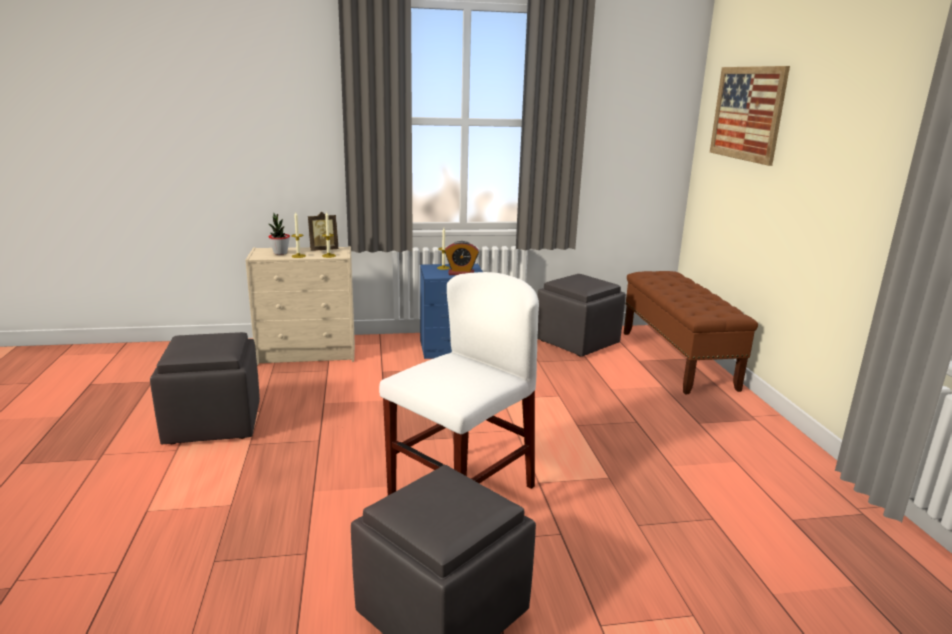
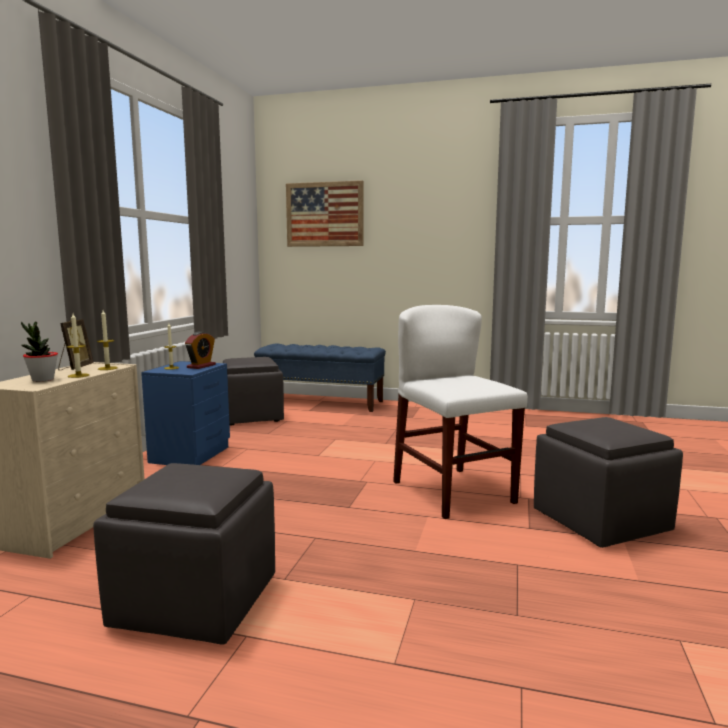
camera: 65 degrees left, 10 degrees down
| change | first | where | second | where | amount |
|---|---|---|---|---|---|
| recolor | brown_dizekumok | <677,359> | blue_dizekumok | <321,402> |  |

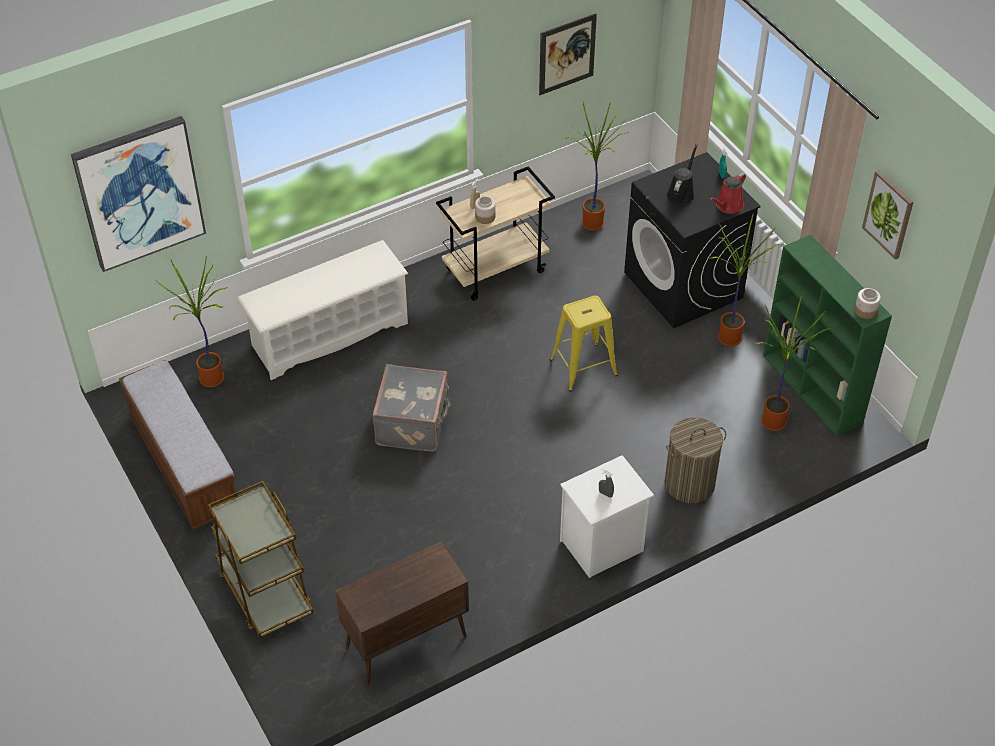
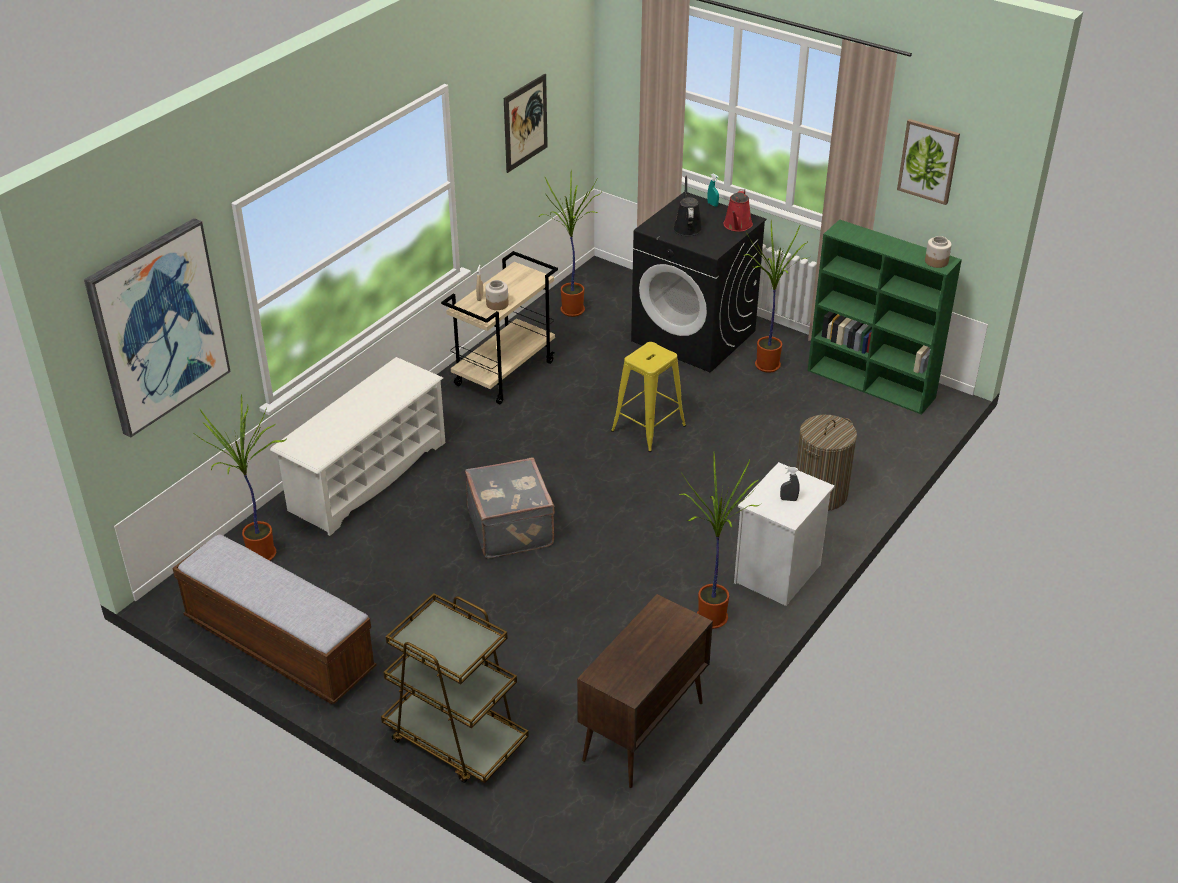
camera: 25 degrees left, 10 degrees down
| change | first | where | second | where | amount |
|---|---|---|---|---|---|
| move | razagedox | <771,422> |  | <709,619> |  |

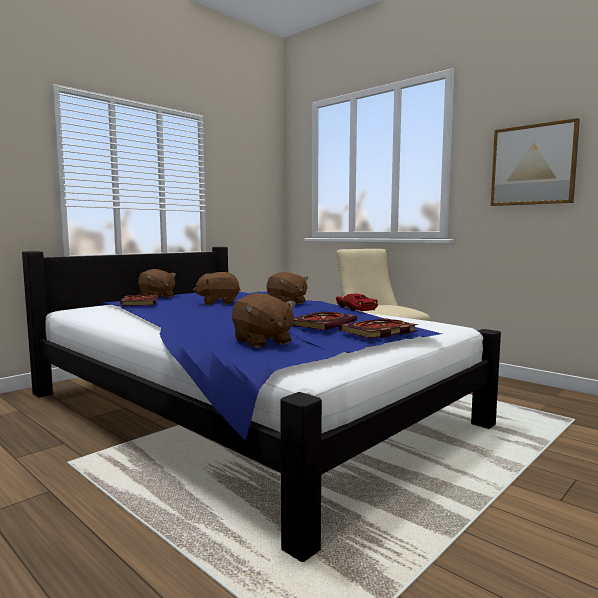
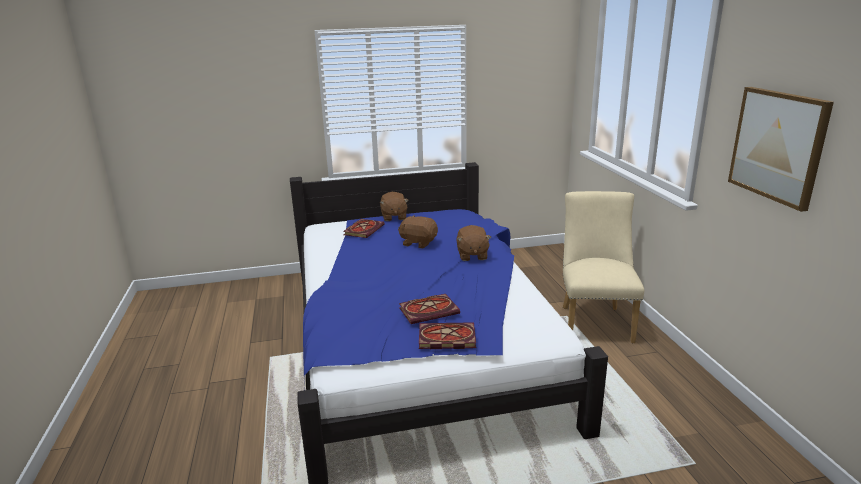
camera: 35 degrees right, 15 degrees up
| change | first | where | second | where | amount |
|---|---|---|---|---|---|
| delete | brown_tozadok | <262,342> |  |  |  |
| delete | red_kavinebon | <355,308> |  |  |  |

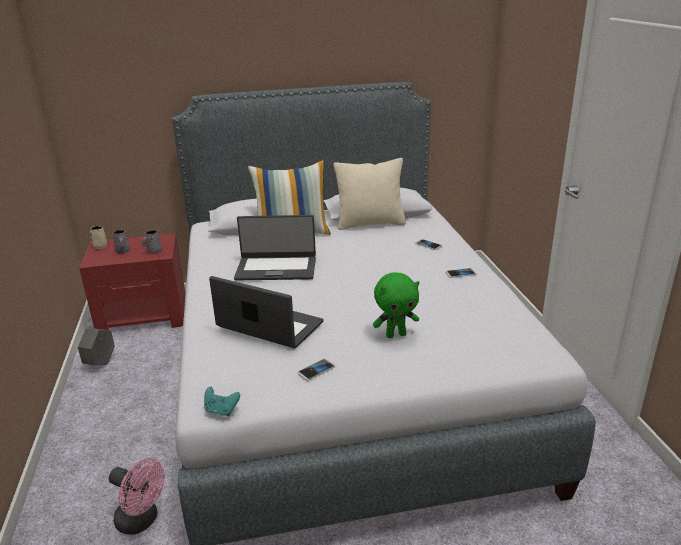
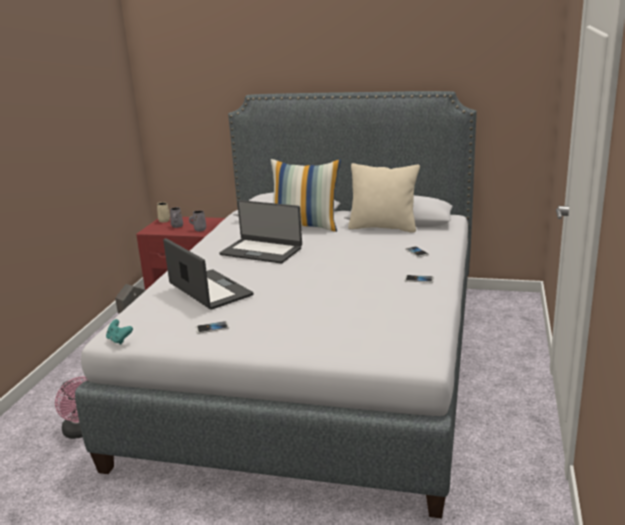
camera: 25 degrees right, 5 degrees down
| change | first | where | second | where | amount |
|---|---|---|---|---|---|
| delete | green_tozadok | <396,334> |  |  |  |

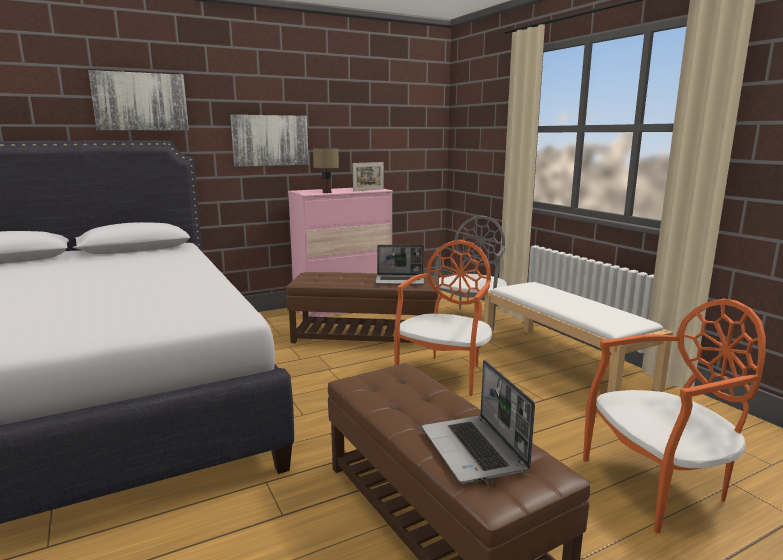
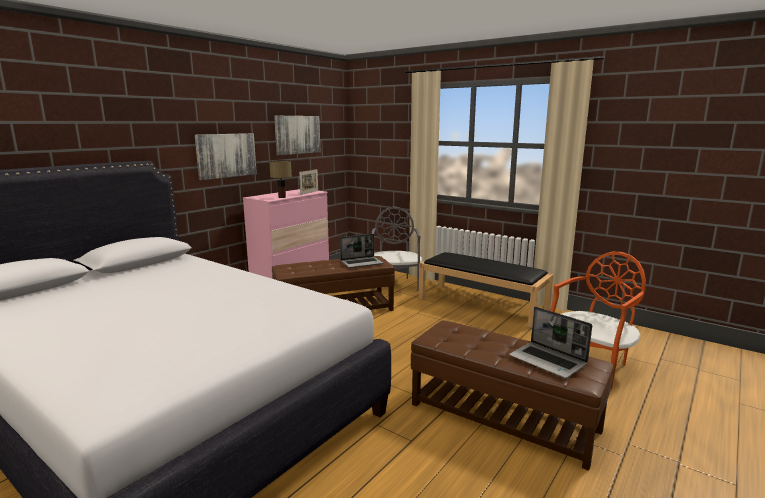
camera: 25 degrees left, 0 degrees up
| change | first | where | second | where | amount |
|---|---|---|---|---|---|
| move | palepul | <140,102> |  | <297,134> |  |
| delete | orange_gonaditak | <445,373> |  |  |  |
| recolor | white_dizekumok | <565,362> | black_dizekumok | <482,305> |  |

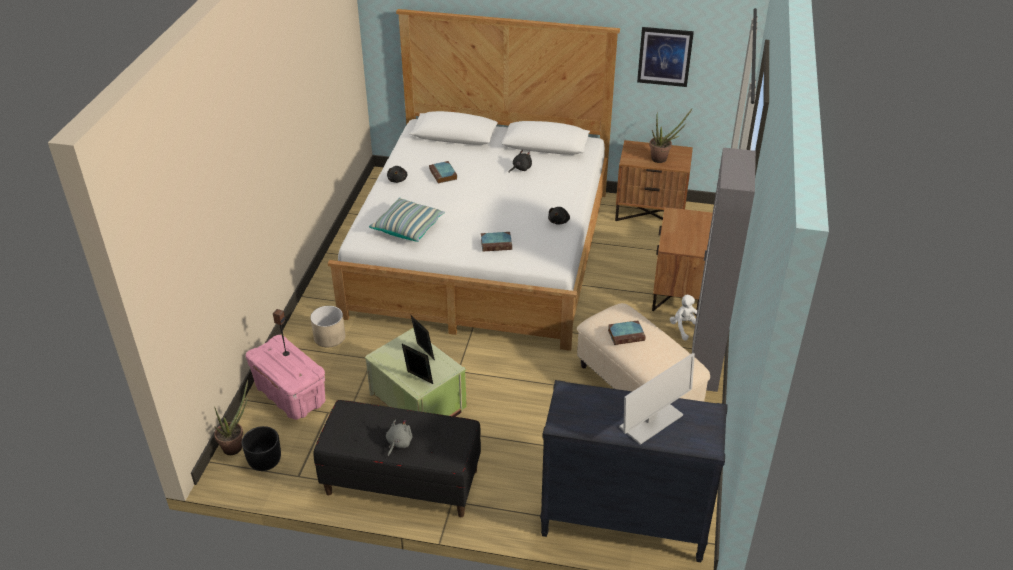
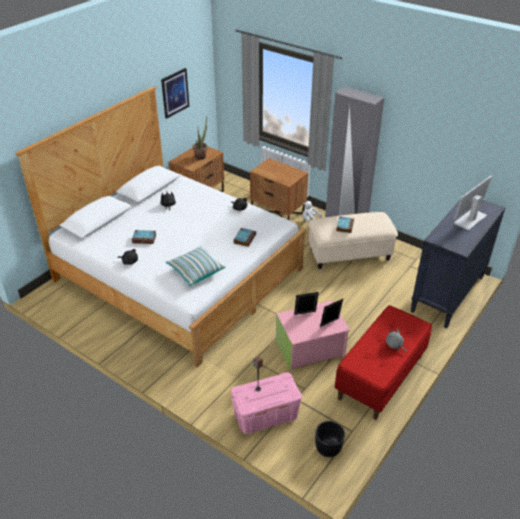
camera: 65 degrees left, 0 degrees up
| change | first | where | second | where | amount |
|---|---|---|---|---|---|
| delete | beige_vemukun | <329,336> |  |  |  |
| recolor | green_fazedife | <417,402> | pink_fazedife | <310,349> |  |
| rotate | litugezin | <651,422> |  | <470,219> | 120 degrees counterclockwise |
| delete | razagedox | <236,445> |  |  |  |
| recolor | black_dizekumok | <401,482> | red_dizekumok | <380,377> |  |

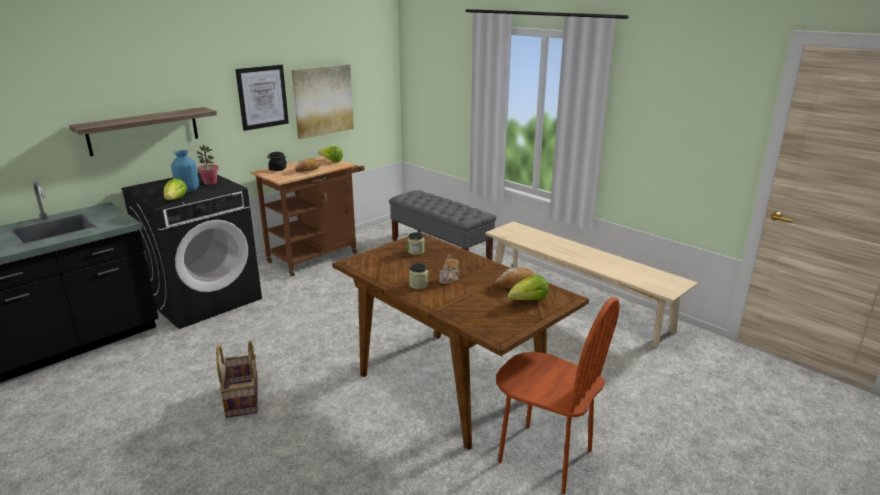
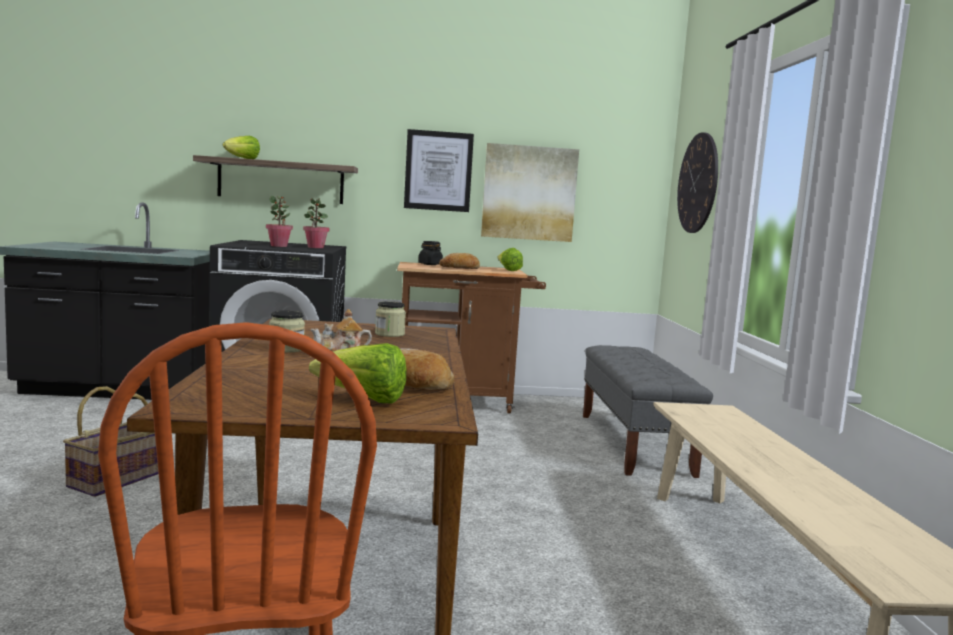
camera: 40 degrees right, 15 degrees down
| change | first | where | second | where | amount |
|---|---|---|---|---|---|
| replace | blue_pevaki | <188,190> | razagedox | <279,246> |  |
| move | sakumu | <175,200> |  | <242,158> |  |
| insert |  |  | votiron | <698,183> |  |

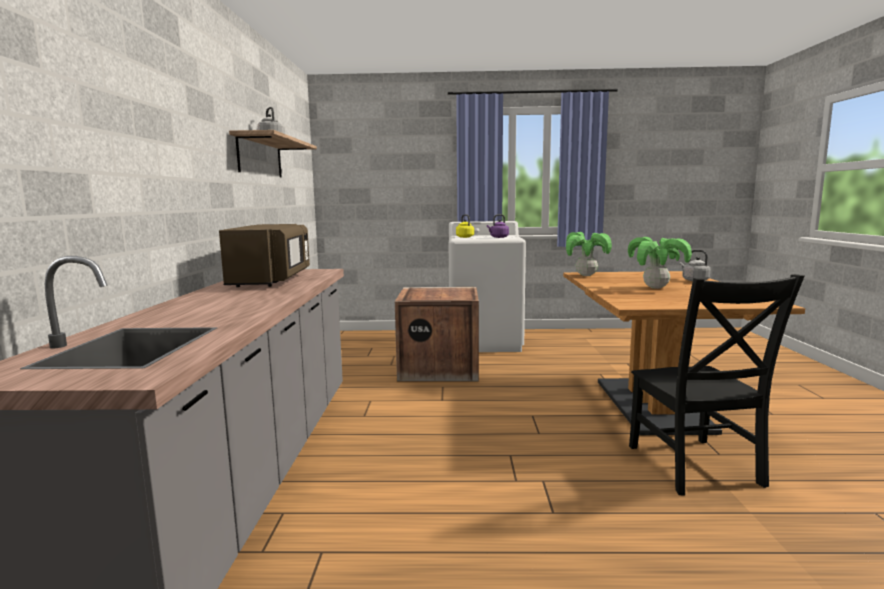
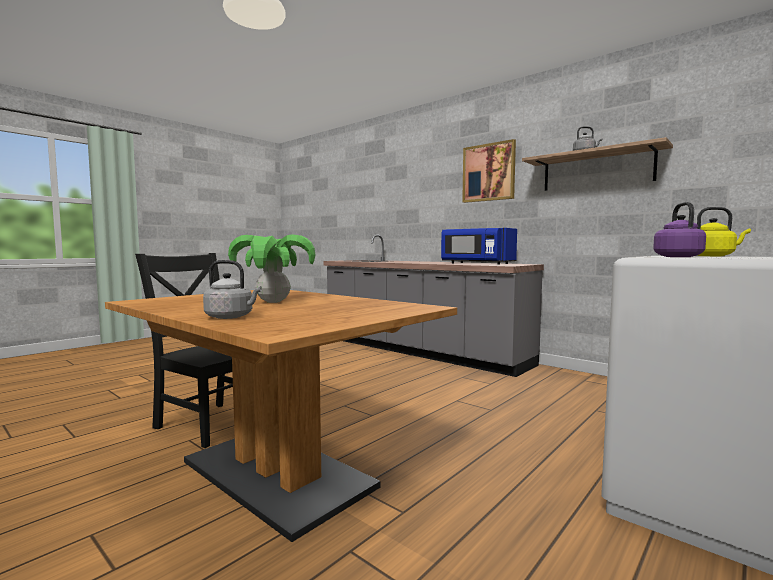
camera: 130 degrees right, 5 degrees down
| change | first | where | second | where | amount |
|---|---|---|---|---|---|
| recolor | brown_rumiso | <271,280> | blue_rumiso | <476,263> |  |
| delete | razagedox | <586,275> |  |  |  |
| delete | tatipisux | <440,368> |  |  |  |
| insert |  |  | palepul | <488,172> |  |

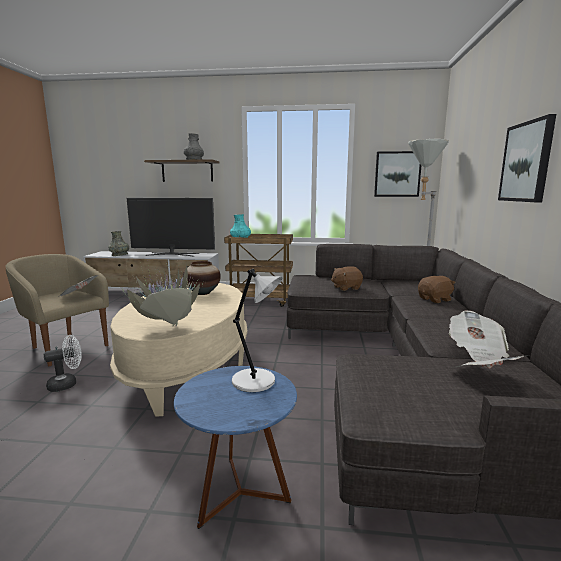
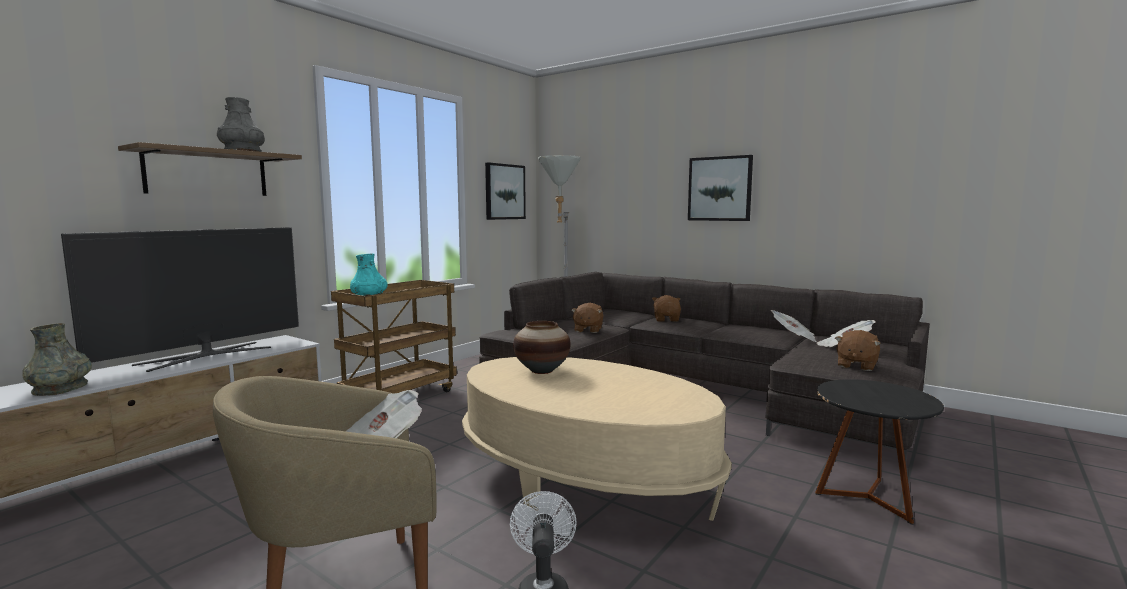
camera: 60 degrees left, 5 degrees down
| change | first | where | second | where | amount |
|---|---|---|---|---|---|
| delete | razagedox | <168,329> |  |  |  |
| delete | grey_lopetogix | <256,381> |  |  |  |
| recolor | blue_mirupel | <239,494> | black_mirupel | <868,499> |  |
| insert |  |  | brown_tozadok | <856,365> |  |

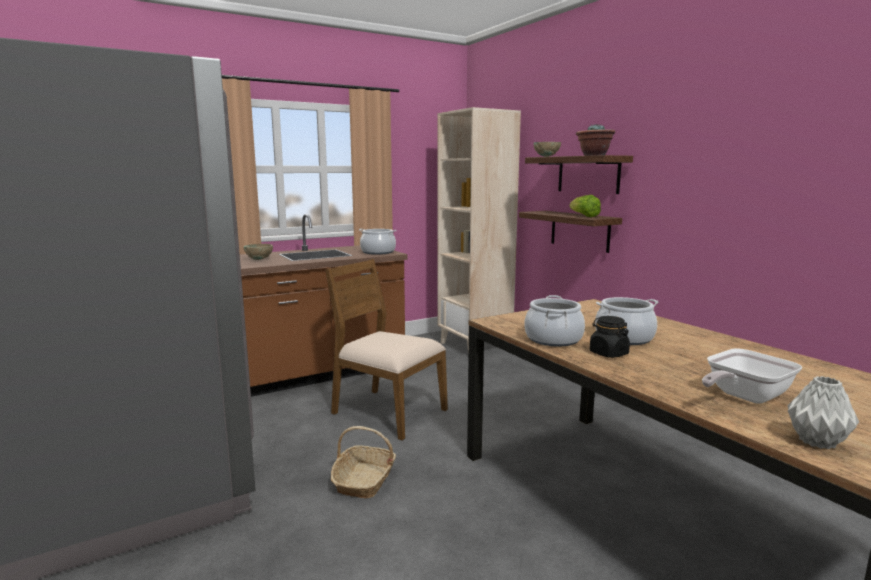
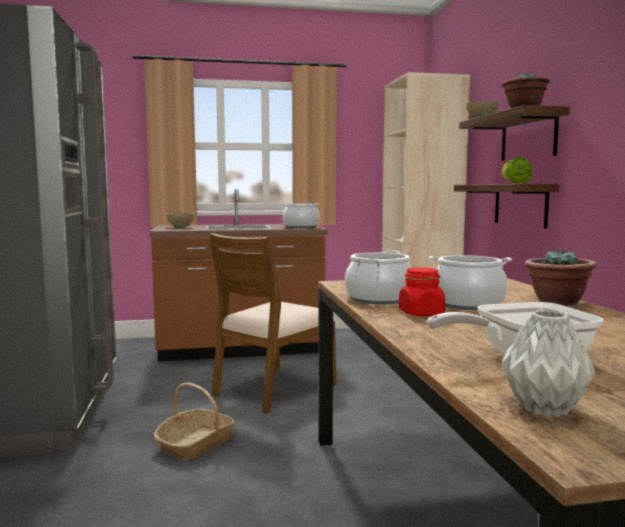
camera: 20 degrees right, 5 degrees down
| change | first | where | second | where | amount |
|---|---|---|---|---|---|
| rotate | brown_gonaditak | <387,412> |  | <273,389> | 105 degrees counterclockwise |
| recolor | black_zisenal | <608,353> | red_zisenal | <420,313> |  |
| insert |  |  | razagedox | <557,302> |  |

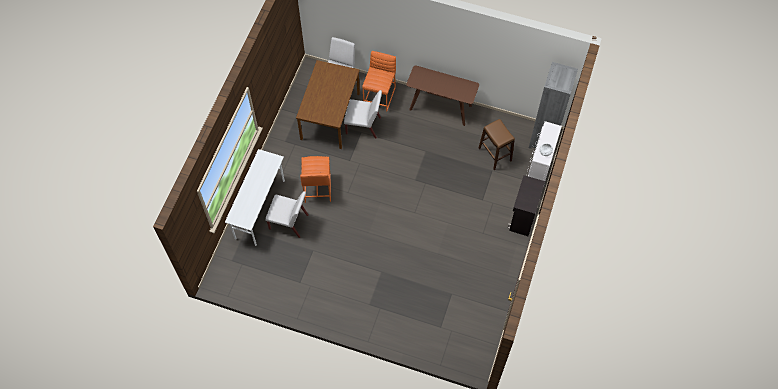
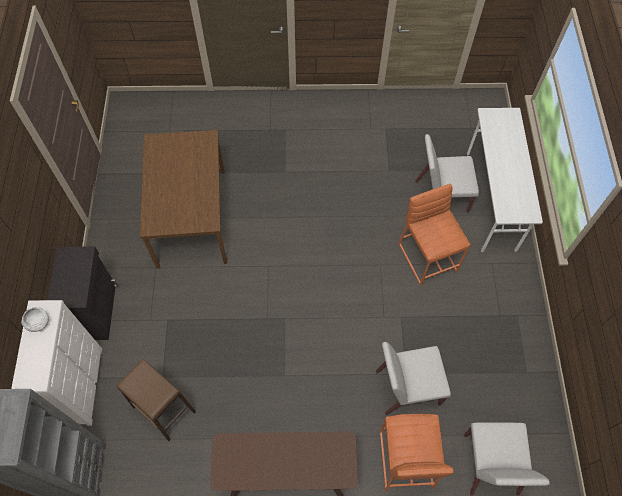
camera: 160 degrees right, 0 degrees up
| change | first | where | second | where | amount |
|---|---|---|---|---|---|
| move | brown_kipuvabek | <330,116> |  | <191,217> |  |

